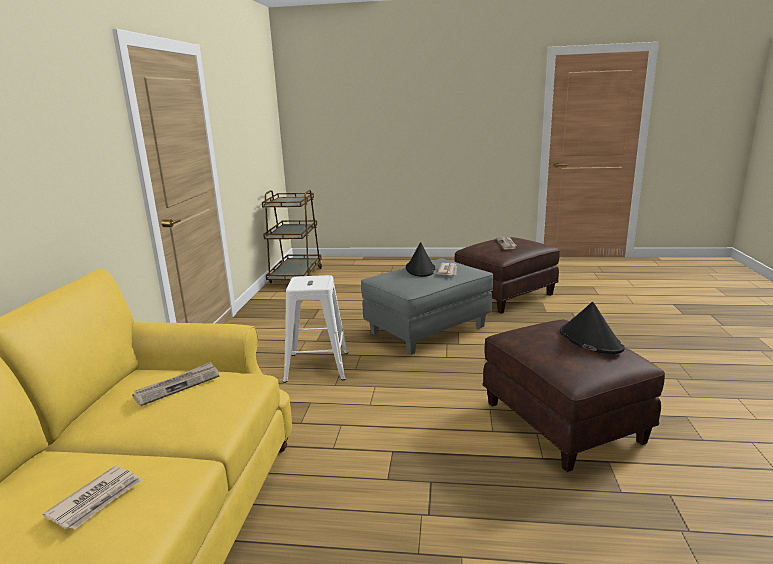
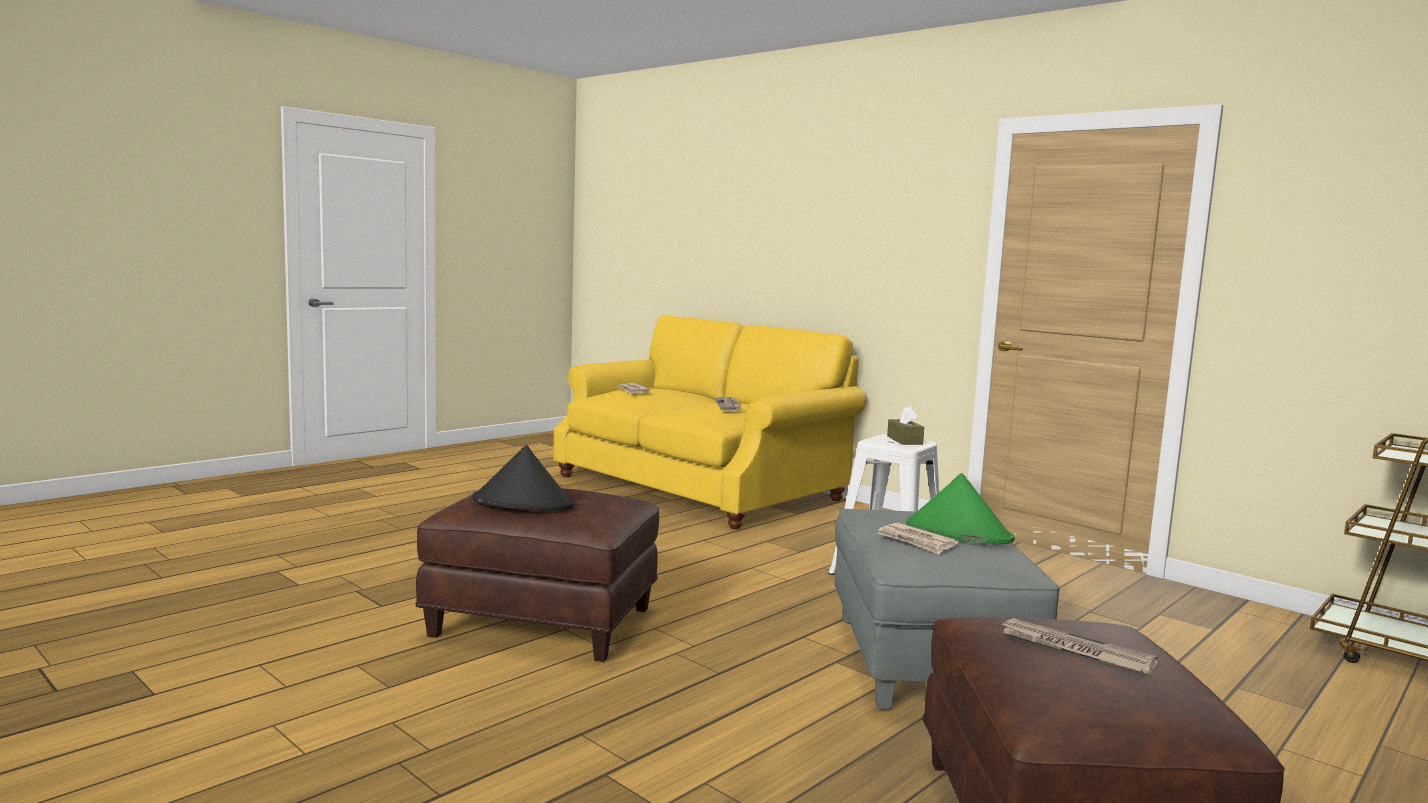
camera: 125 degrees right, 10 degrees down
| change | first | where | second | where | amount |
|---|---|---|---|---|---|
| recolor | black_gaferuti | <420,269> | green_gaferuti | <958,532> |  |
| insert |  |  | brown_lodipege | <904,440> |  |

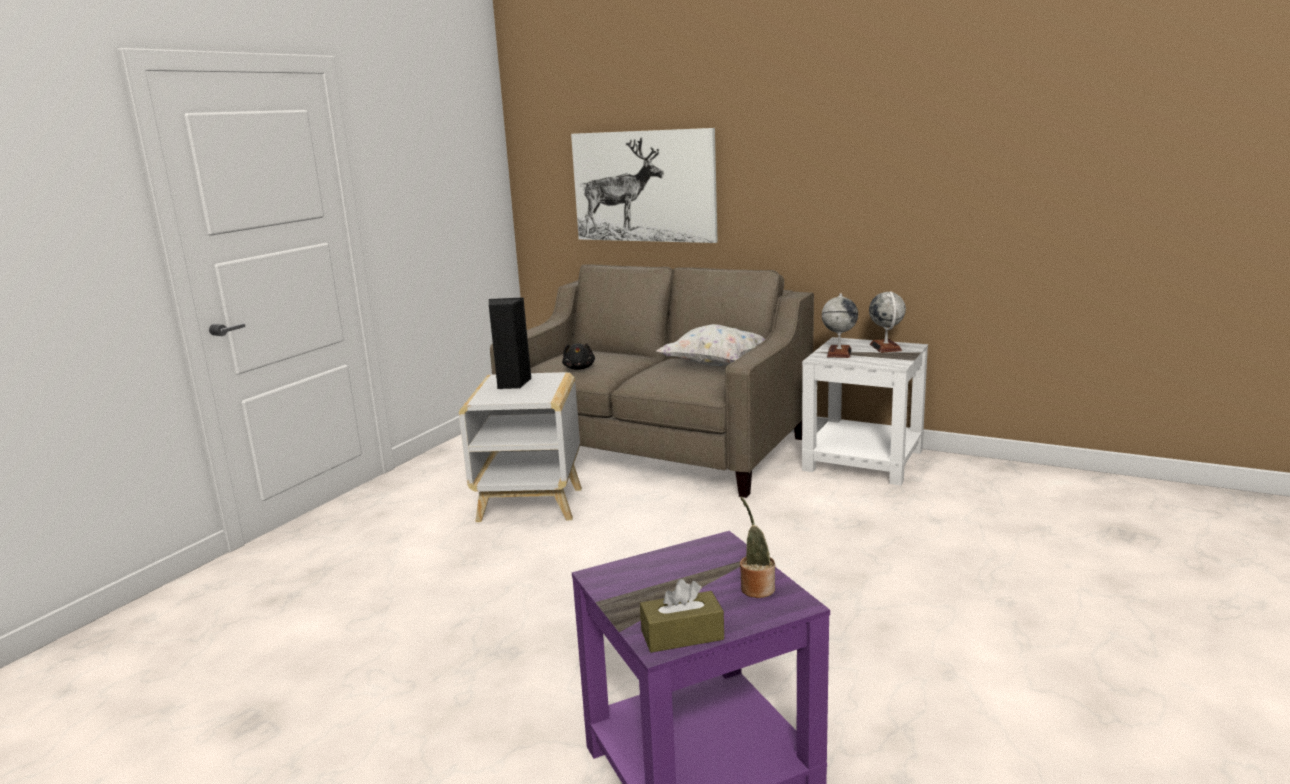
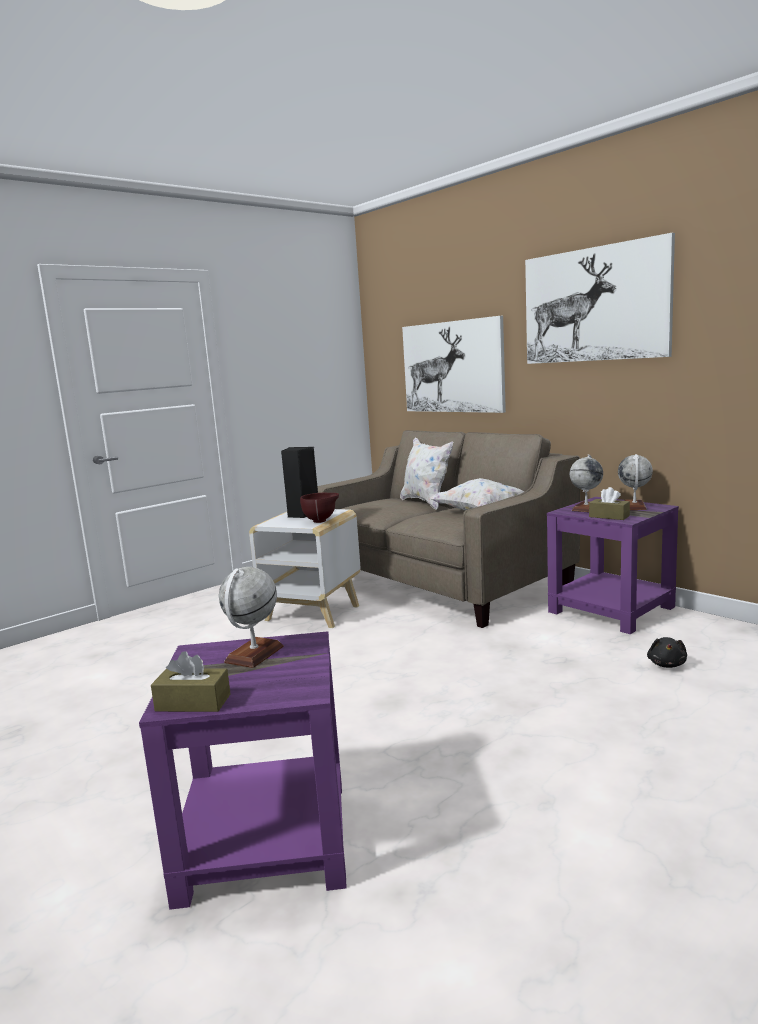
camera: 20 degrees right, 5 degrees down
| change | first | where | second | where | amount |
|---|---|---|---|---|---|
| recolor | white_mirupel | <865,459> | purple_mirupel | <613,609> |  |
| move | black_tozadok | <579,368> |  | <667,664> |  |
| delete | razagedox | <756,588> |  |  |  |
| insert |  |  | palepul | <595,305> |  |
| insert |  |  | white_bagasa | <426,502> |  |
| insert |  |  | brown_lodipege | <609,516> |  |
| insert |  |  | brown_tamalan | <321,521> |  |
| insert |  |  | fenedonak | <254,654> |  |

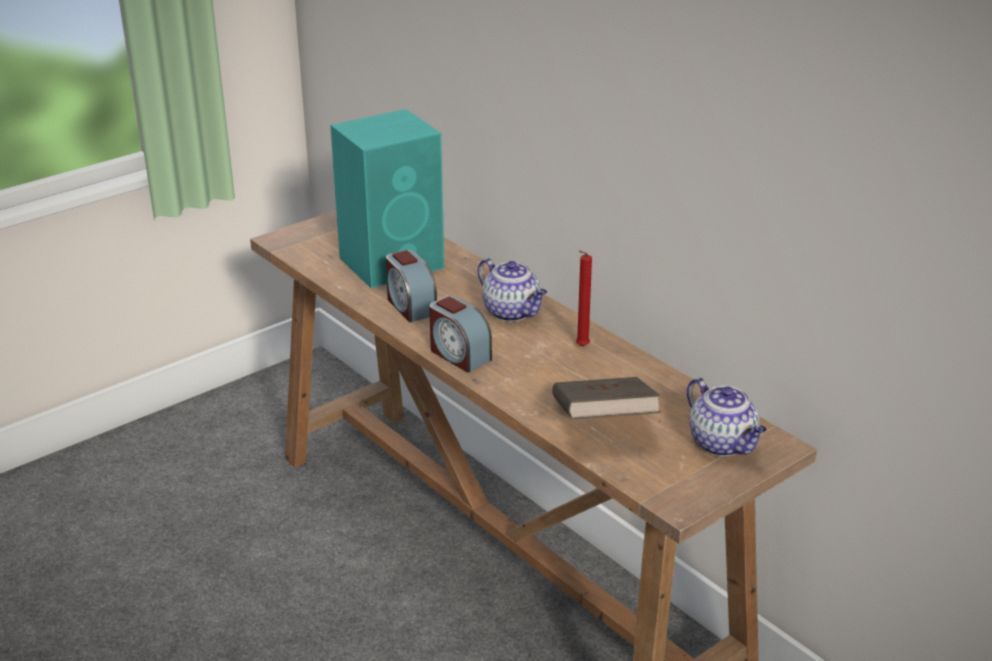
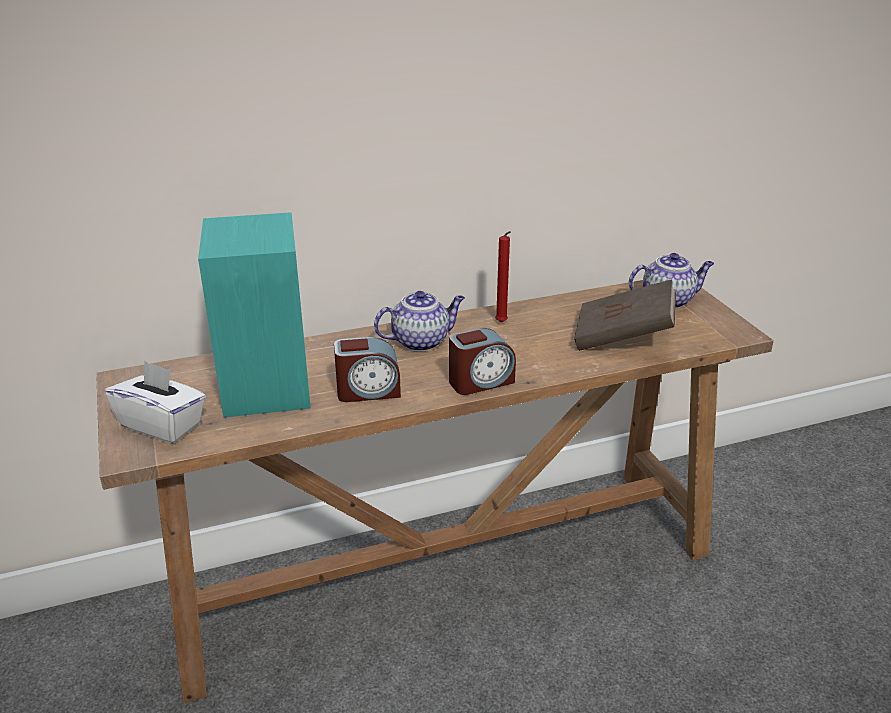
camera: 70 degrees left, 0 degrees up
| change | first | where | second | where | amount |
|---|---|---|---|---|---|
| insert |  |  | white_lodipege | <162,425> |  |

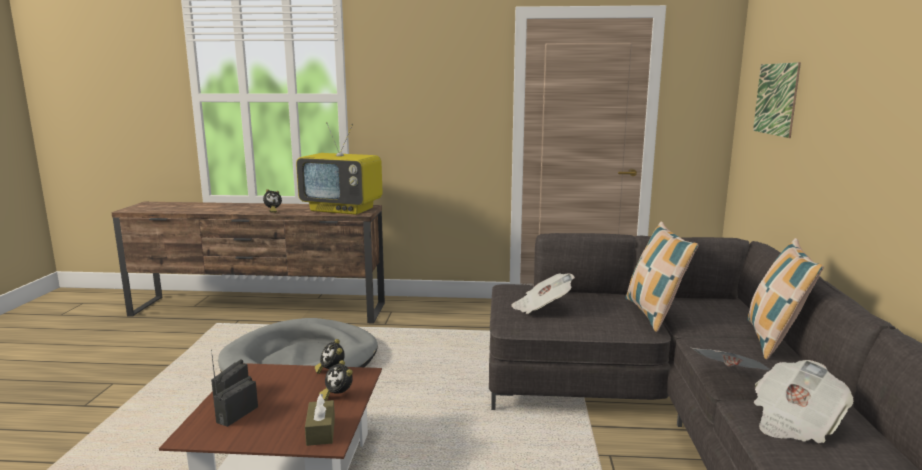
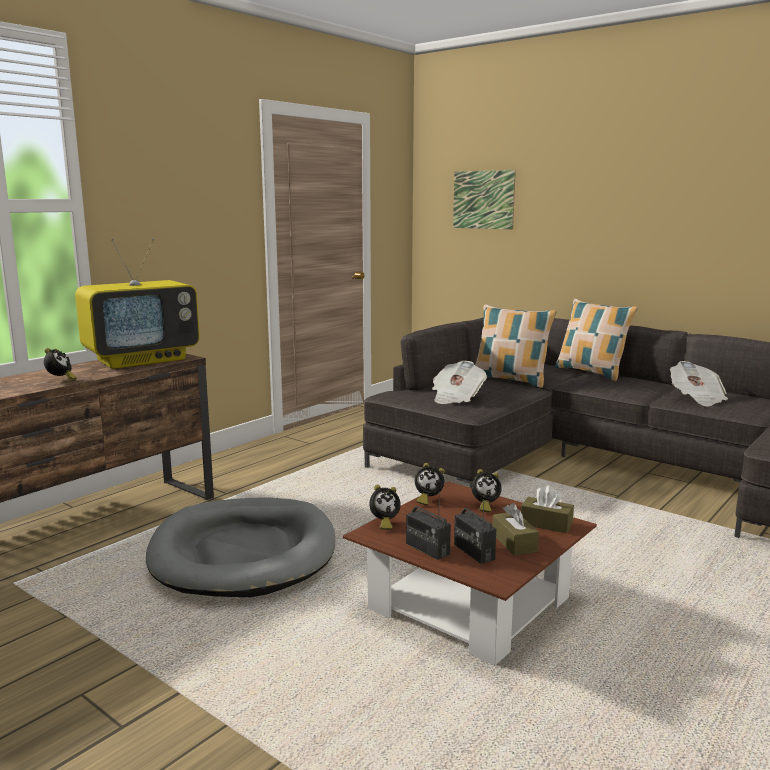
camera: 55 degrees left, 0 degrees up
| change | first | where | second | where | amount |
|---|---|---|---|---|---|
| delete | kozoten | <728,378> |  |  |  |
| insert |  |  | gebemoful | <384,523> |  |
| insert |  |  | brown_lodipege | <514,542> |  |

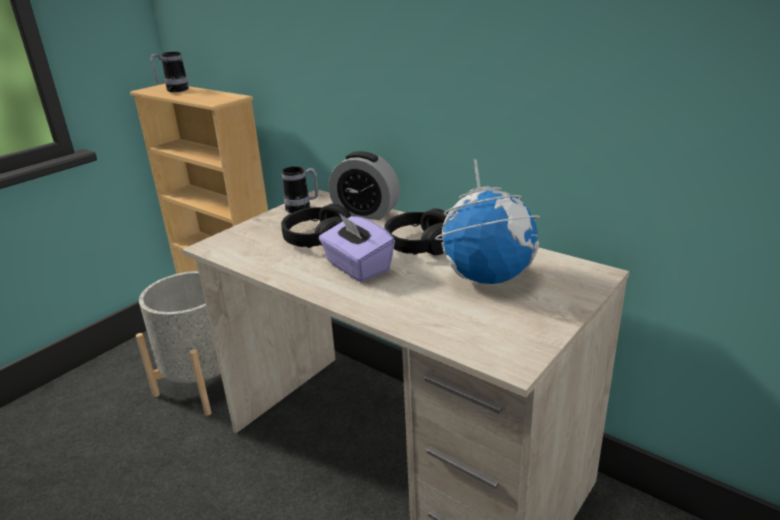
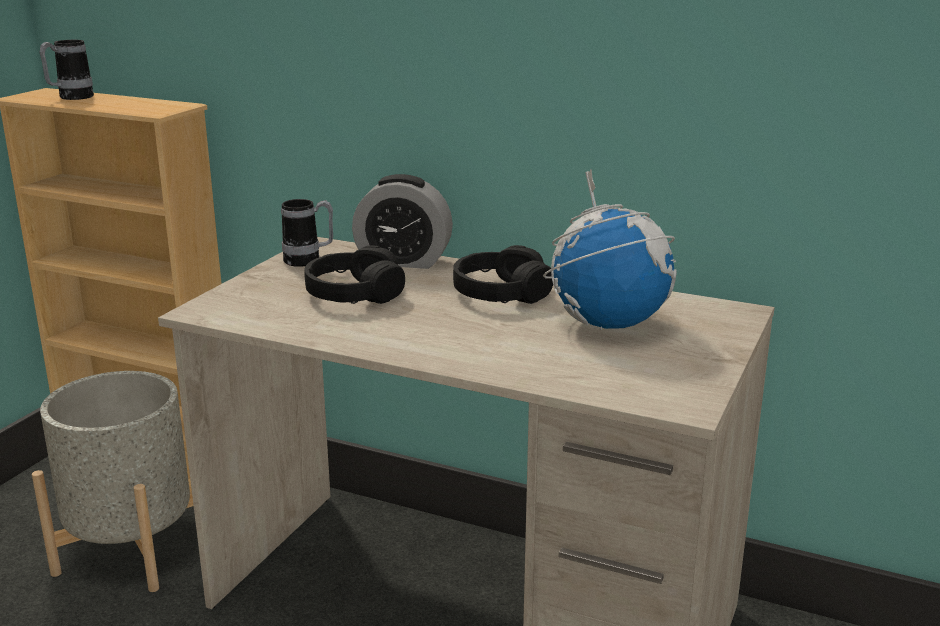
camera: 15 degrees left, 5 degrees down
| change | first | where | second | where | amount |
|---|---|---|---|---|---|
| delete | purple_lodipege | <357,267> |  |  |  |

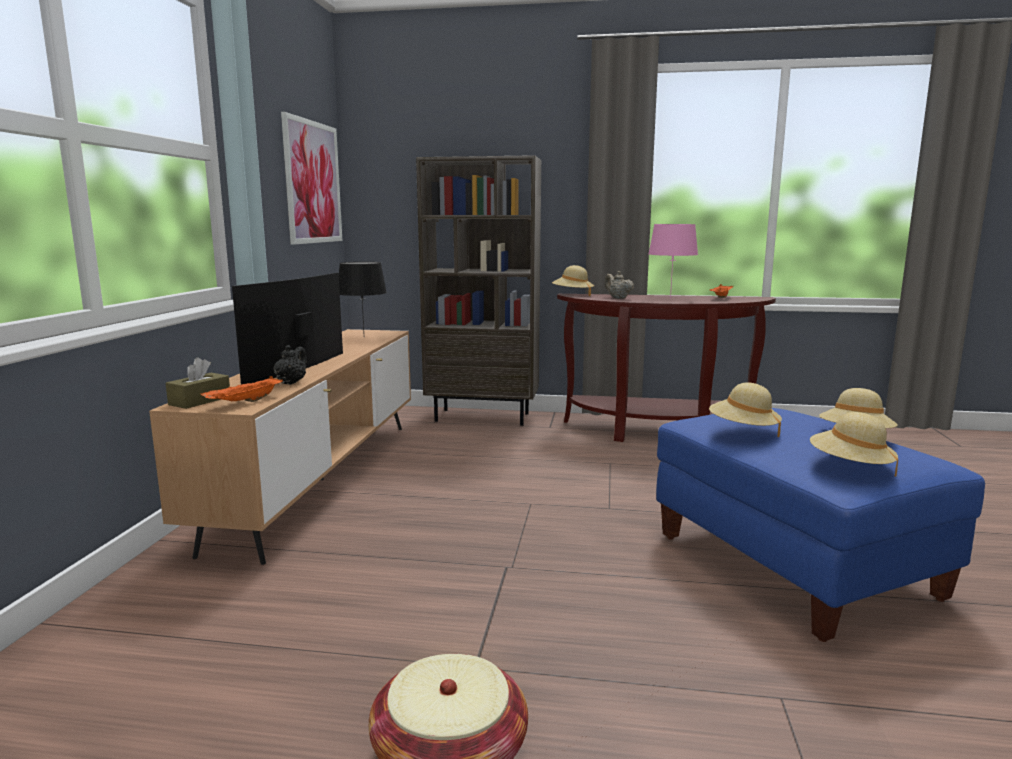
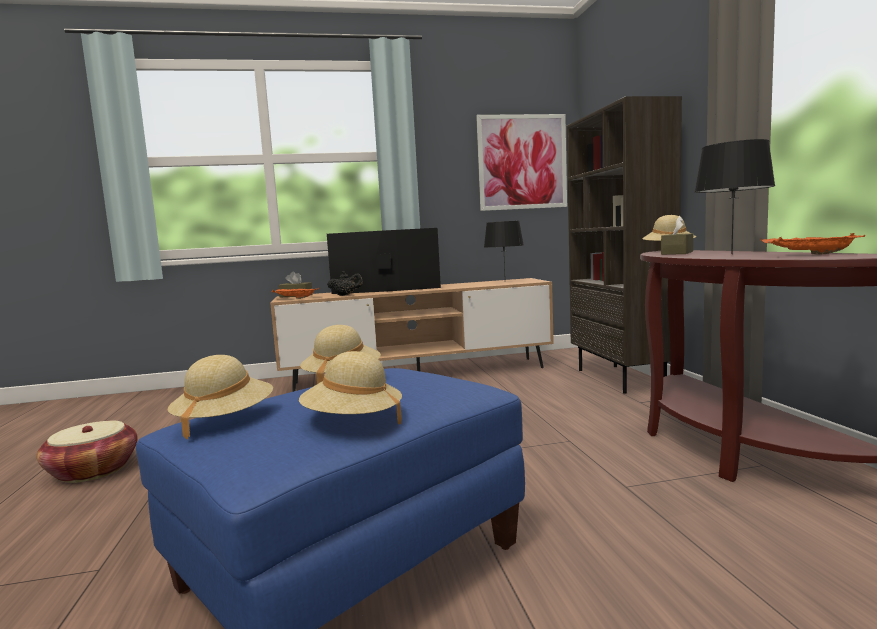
camera: 70 degrees right, 5 degrees down
| change | first | where | second | where | amount |
|---|---|---|---|---|---|
| recolor | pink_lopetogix | <670,298> | black_lopetogix | <730,254> |  |
| replace | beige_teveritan | <617,298> | brown_lodipege | <677,253> |  |

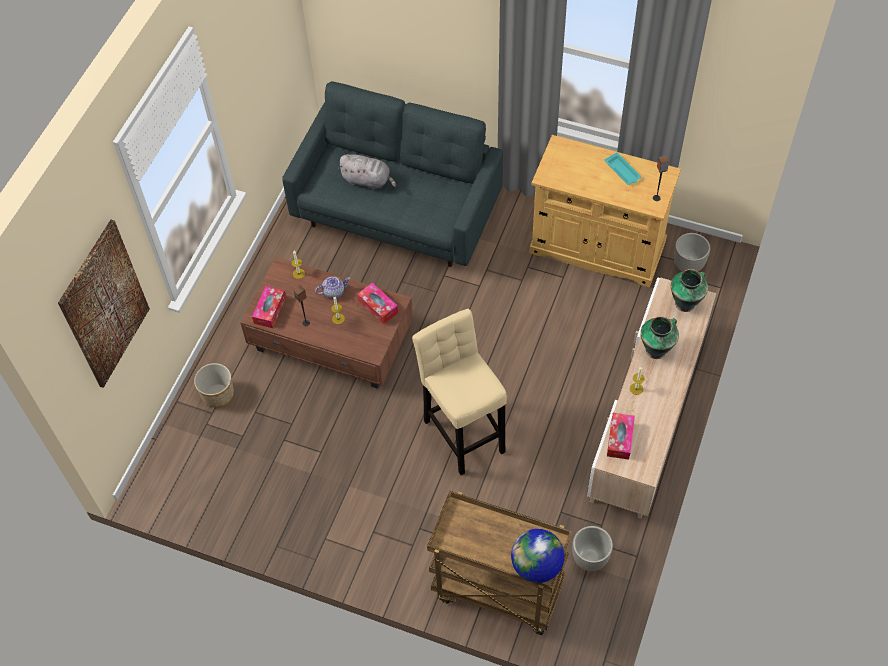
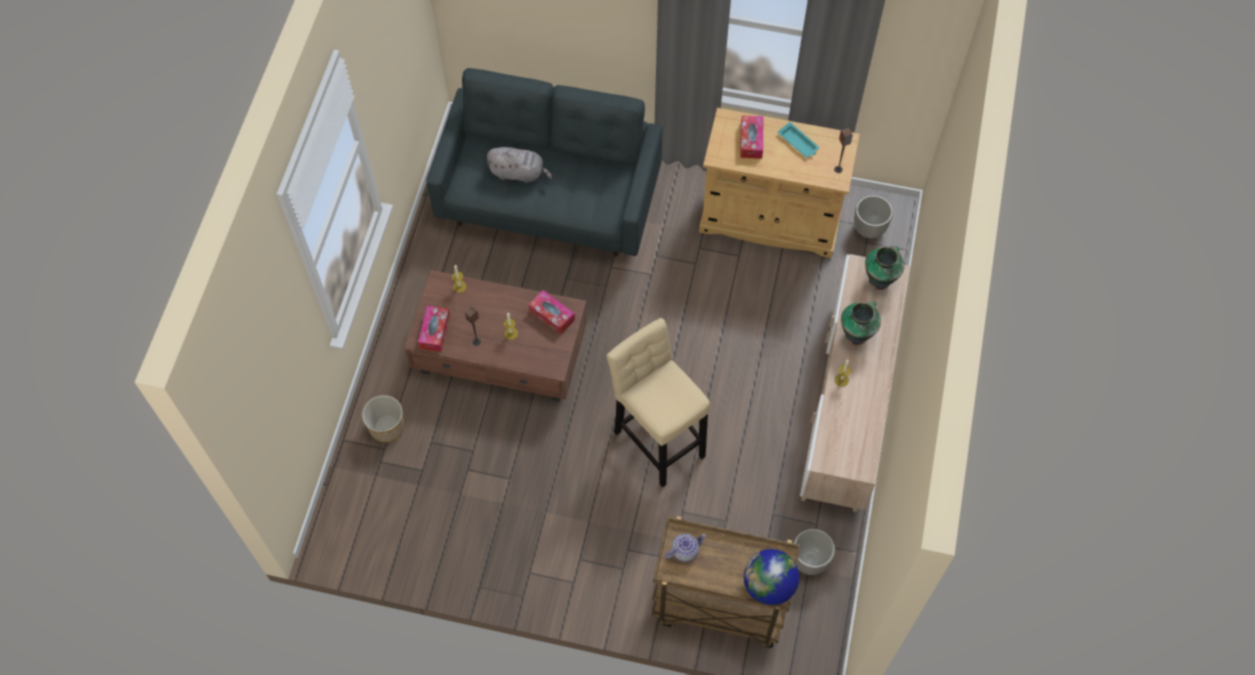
camera: 10 degrees left, 5 degrees up
| change | first | where | second | where | amount |
|---|---|---|---|---|---|
| delete | palepul | <104,305> |  |  |  |
| move | teveritan | <334,292> |  | <684,550> |  |
| move | lodipege | <620,439> |  | <751,141> |  |

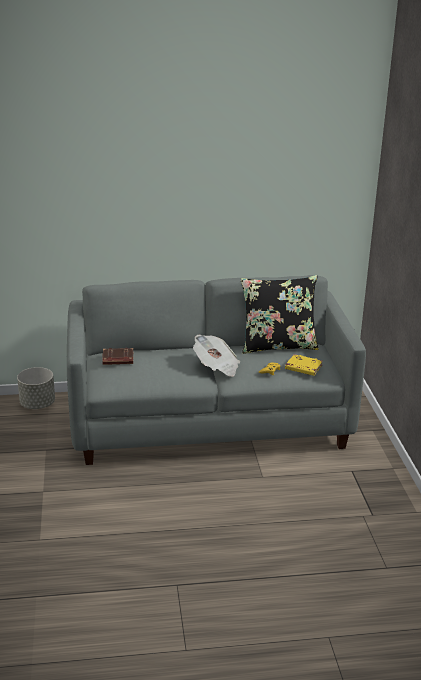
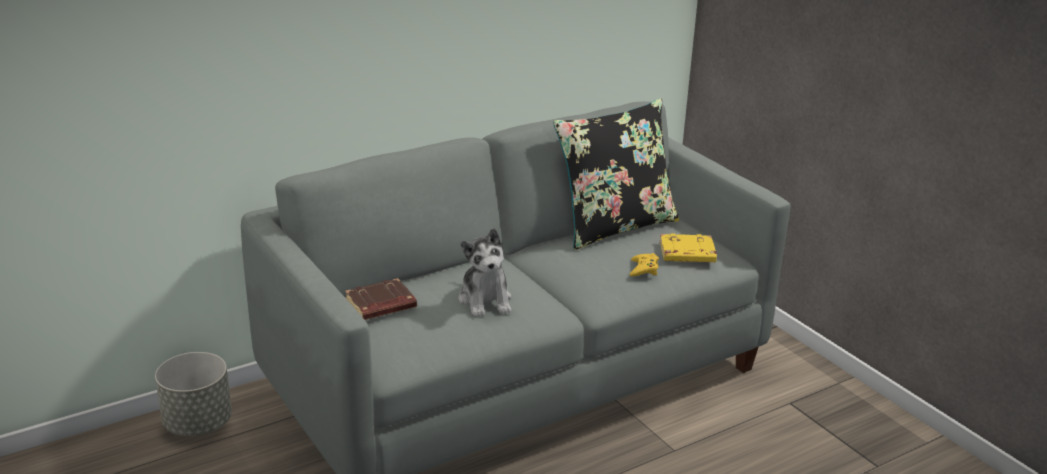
camera: 25 degrees left, 0 degrees up
| change | first | where | second | where | amount |
|---|---|---|---|---|---|
| delete | kozoten | <216,367> |  |  |  |
| insert |  |  | tozadok | <485,300> |  |

